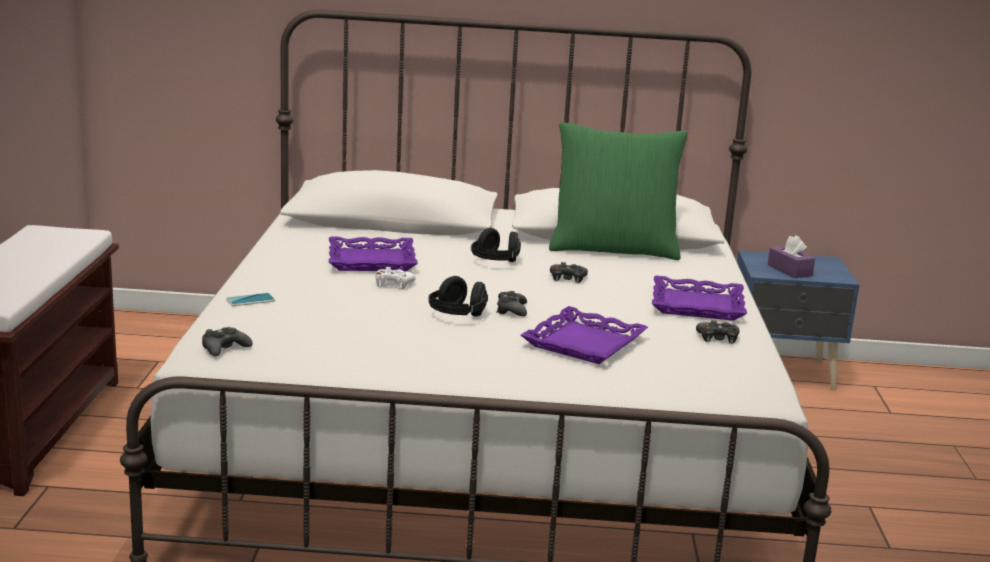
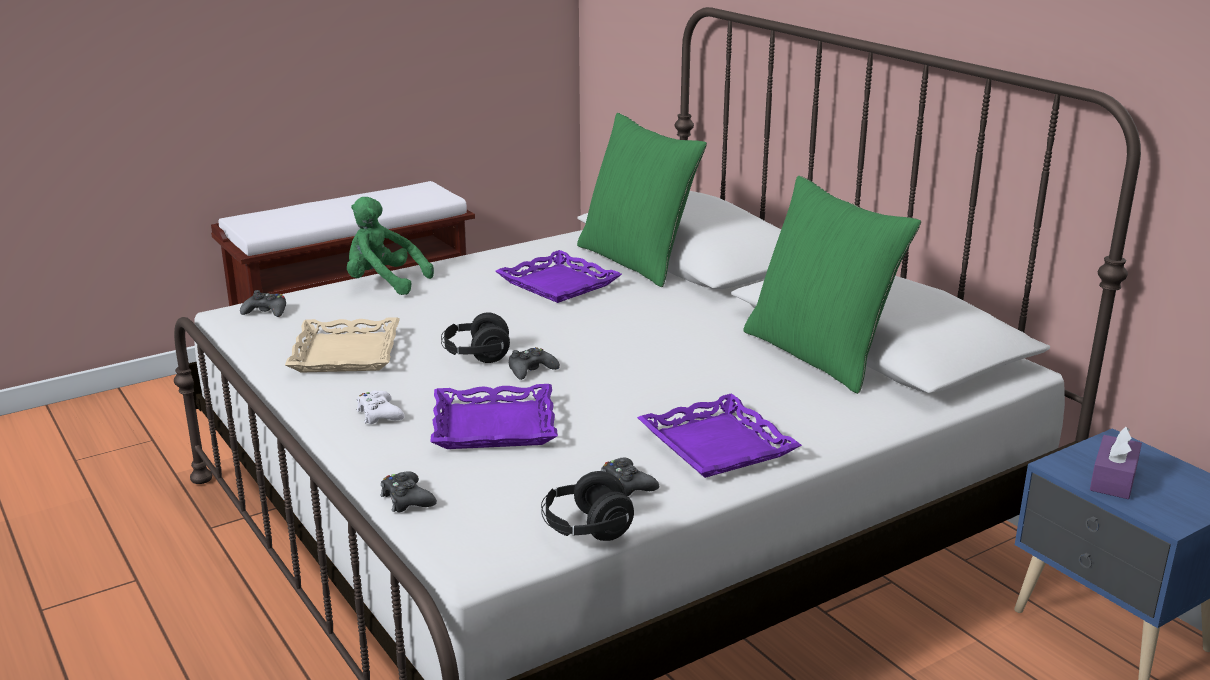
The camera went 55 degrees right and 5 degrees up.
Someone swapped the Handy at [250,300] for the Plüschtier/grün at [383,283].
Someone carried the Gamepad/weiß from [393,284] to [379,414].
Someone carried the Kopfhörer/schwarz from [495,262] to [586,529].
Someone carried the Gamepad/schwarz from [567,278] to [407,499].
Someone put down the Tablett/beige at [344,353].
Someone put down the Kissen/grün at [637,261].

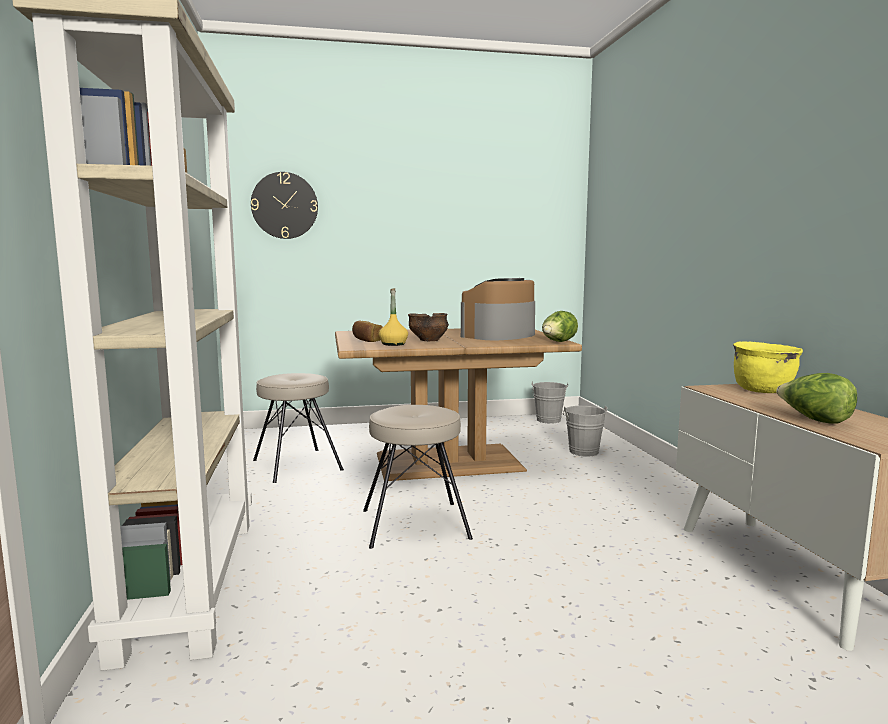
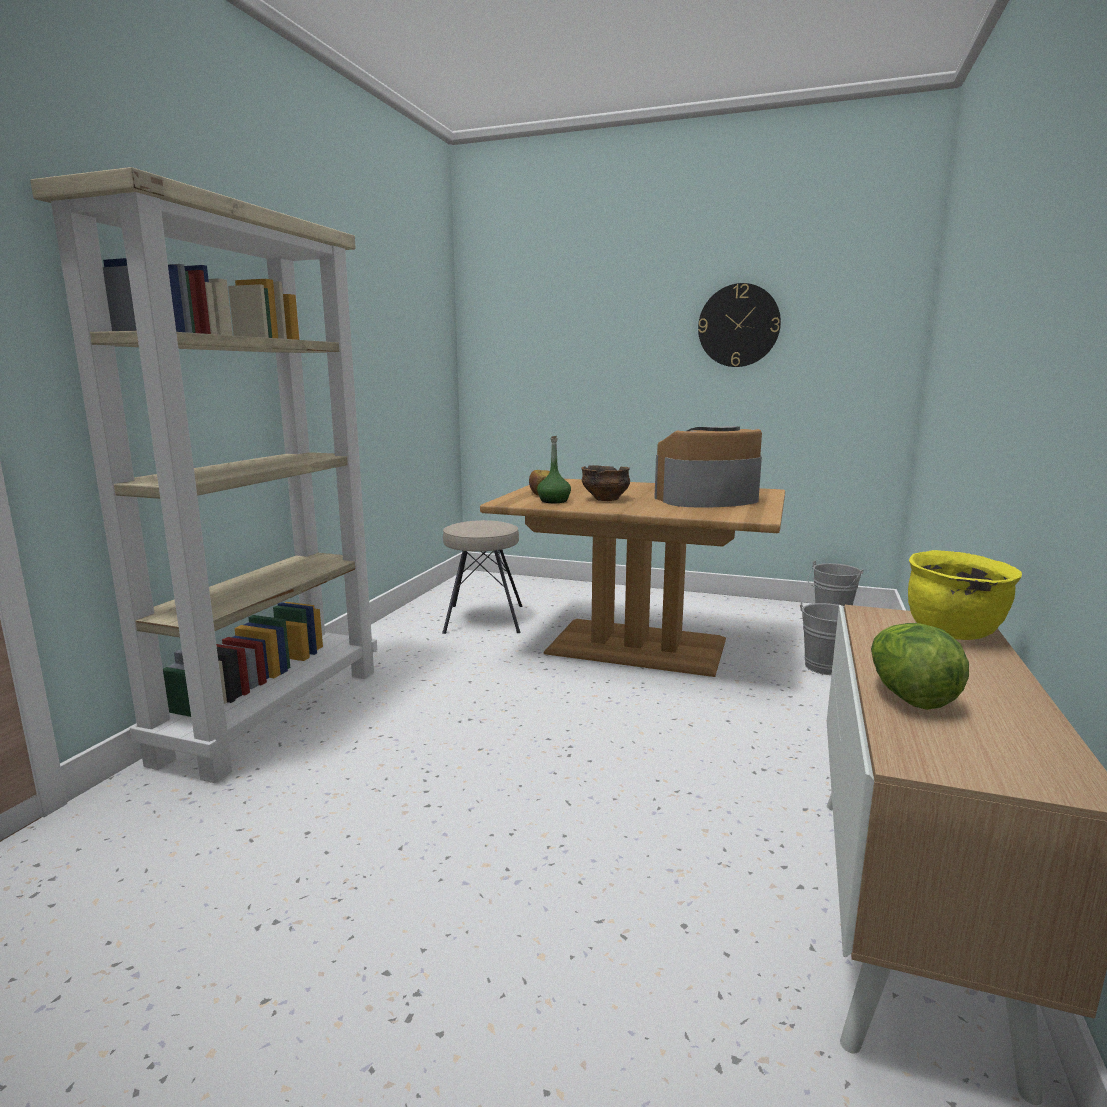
The camera went 30 degrees right and 5 degrees up.
Someone carried the Wanduhr from [284,205] to [738,325].
Someone took away the Hocker/beige at [415,524].
Someone repainted the Flasche/gelb at [393,344], which became the Flasche/grün at [553,501].
Someone took away the Salatkopf at [558,342].

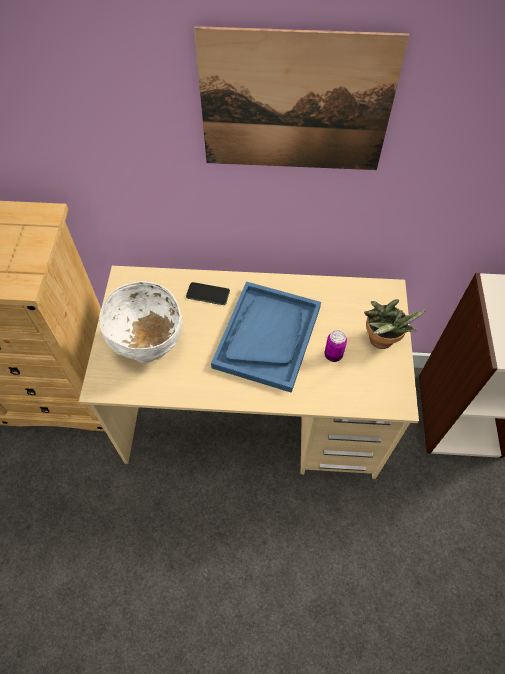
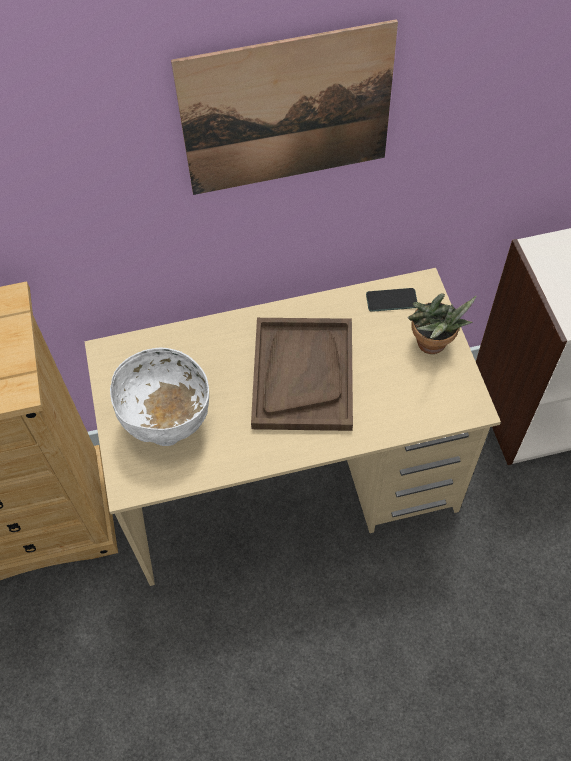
The camera went 15 degrees left and 0 degrees up.
Someone carried the Handy from [208,294] to [391,300].
Someone repainted the Tablett/blau at [267,336], which became the Tablett/braun at [302,375].
Someone took away the Dose at [333,355].

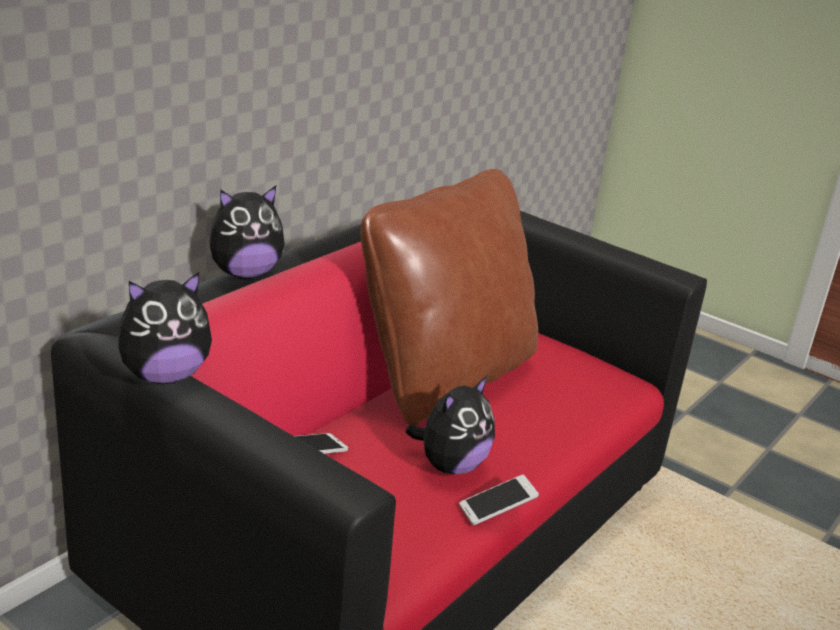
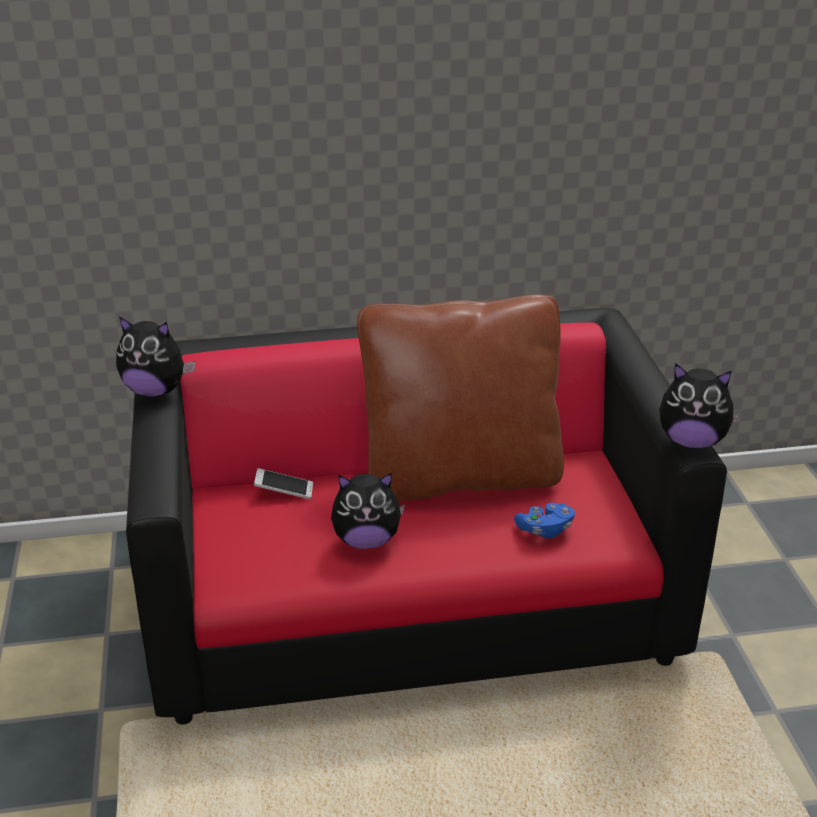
The camera went 45 degrees right and 5 degrees up.
Someone carried the Plüschtier from [245,273] to [692,441].
Someone took away the Handy at [497,509].
Someone put down the Gamepad/blau at [545,530].

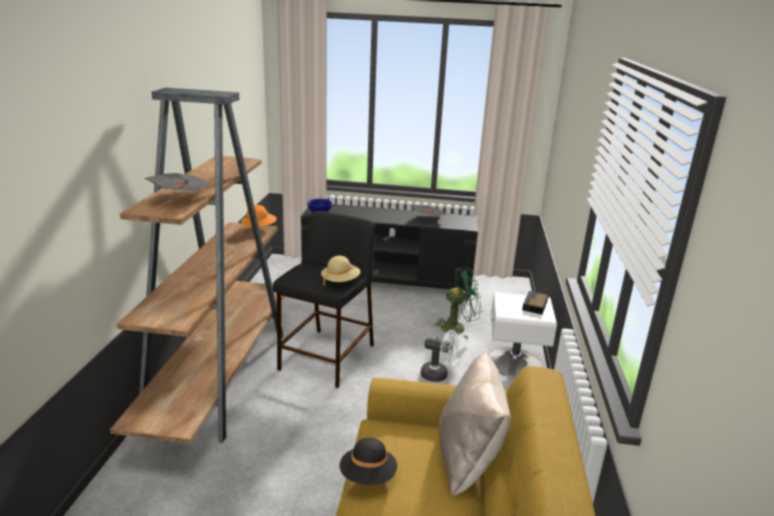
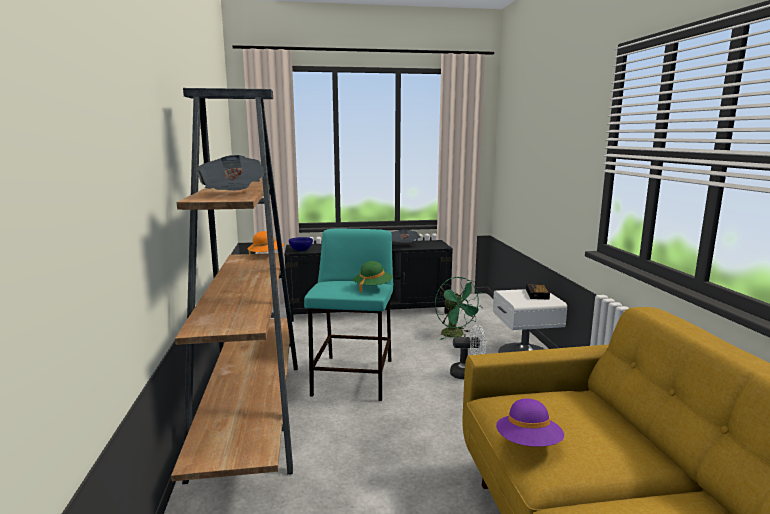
The camera went 15 degrees left and 10 degrees down.
Someone repainted the Hocker/schwarz at [327,358], which became the Hocker/türkis at [353,377].
Someone repainted the Hut/beige at [340,281], which became the Hut/grün at [373,287].
Someone repainted the Hut/schwarz at [368,476], which became the Hut/lila at [528,444].
Someone rotated the Ventilator/grün at [458,327] by 90 degrees clockwise.
Someone took away the Kissen/beige at [468,459].

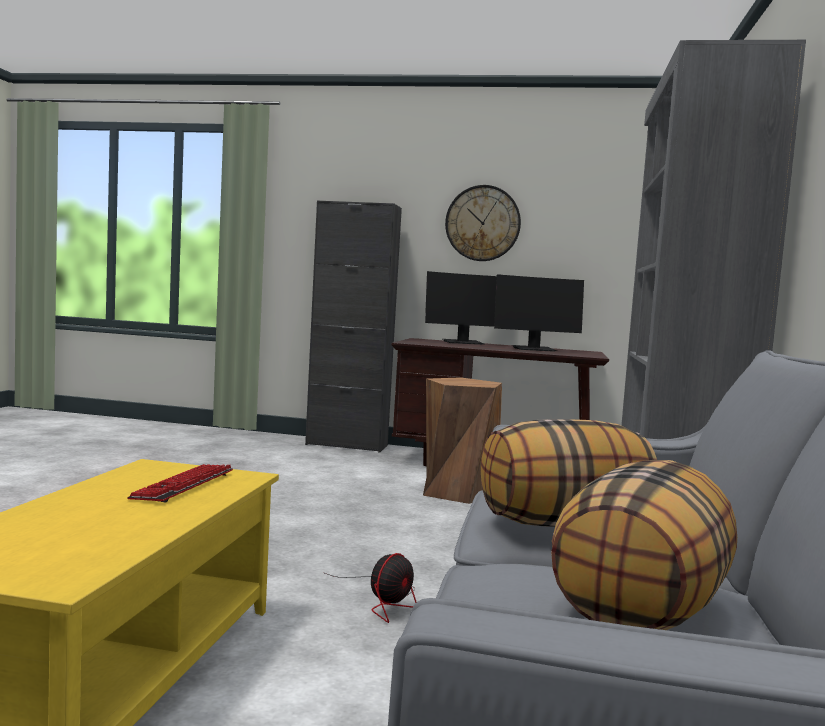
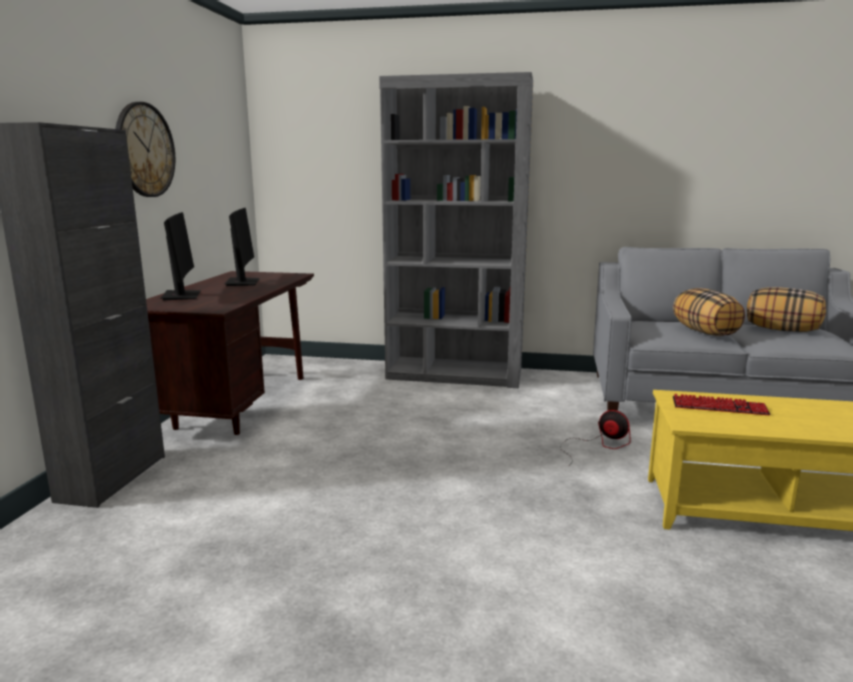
The camera went 90 degrees left and 10 degrees up.
Someone took away the Hocker/braun at [457,492].

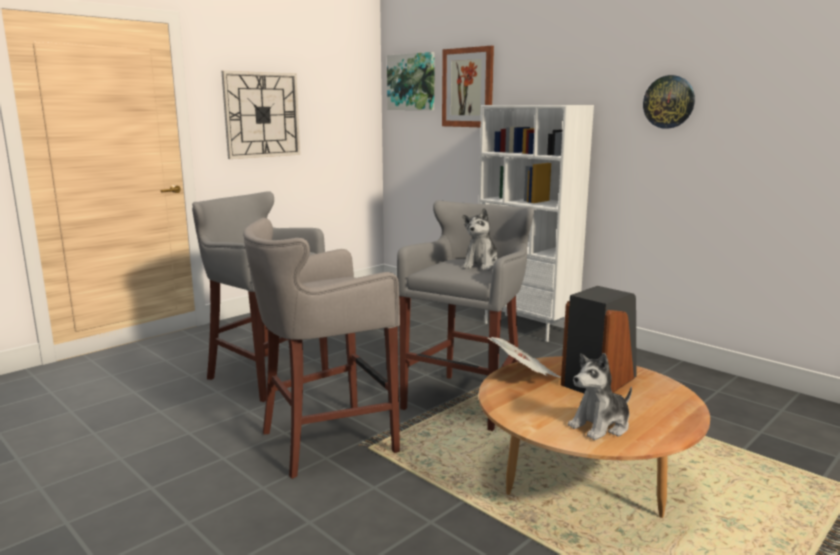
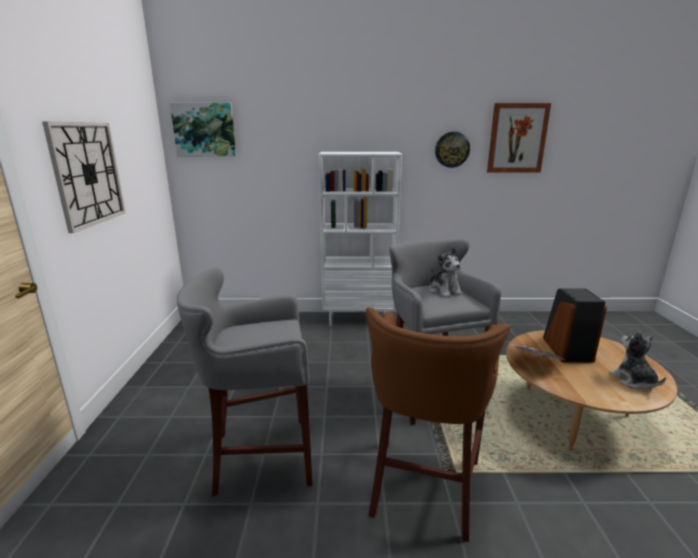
The camera went 45 degrees left and 5 degrees up.
Someone repainted the Hocker/grau at [324,441], which became the Hocker/braun at [423,489].
Someone carried the Bild from [468,87] to [517,138].
Someone rotated the Plüschtier at [600,426] by 150 degrees clockwise.

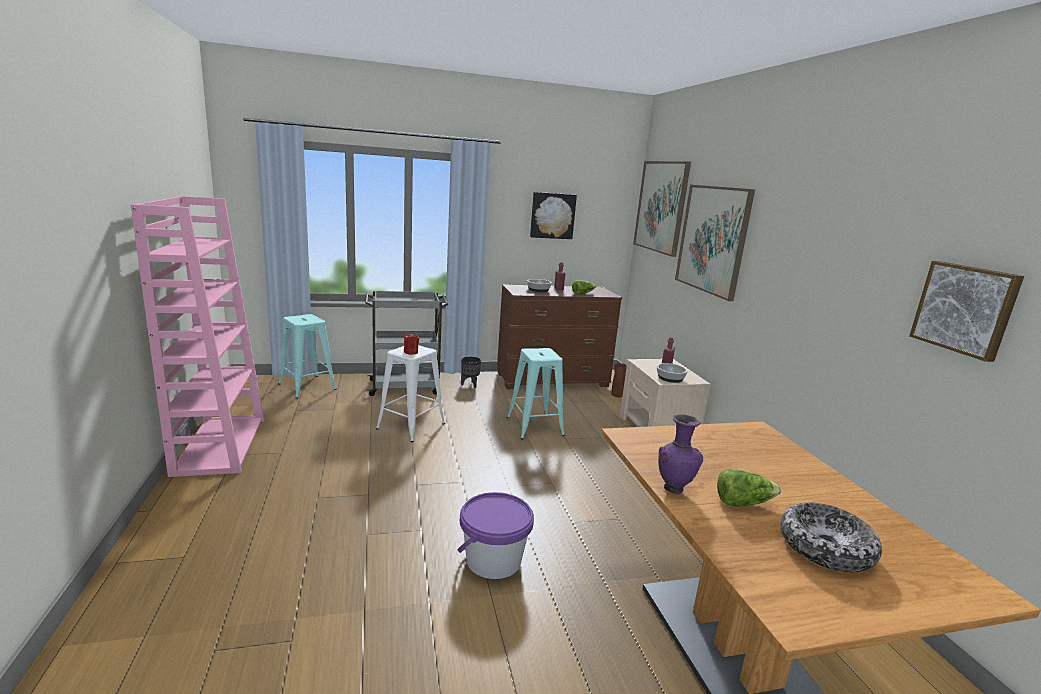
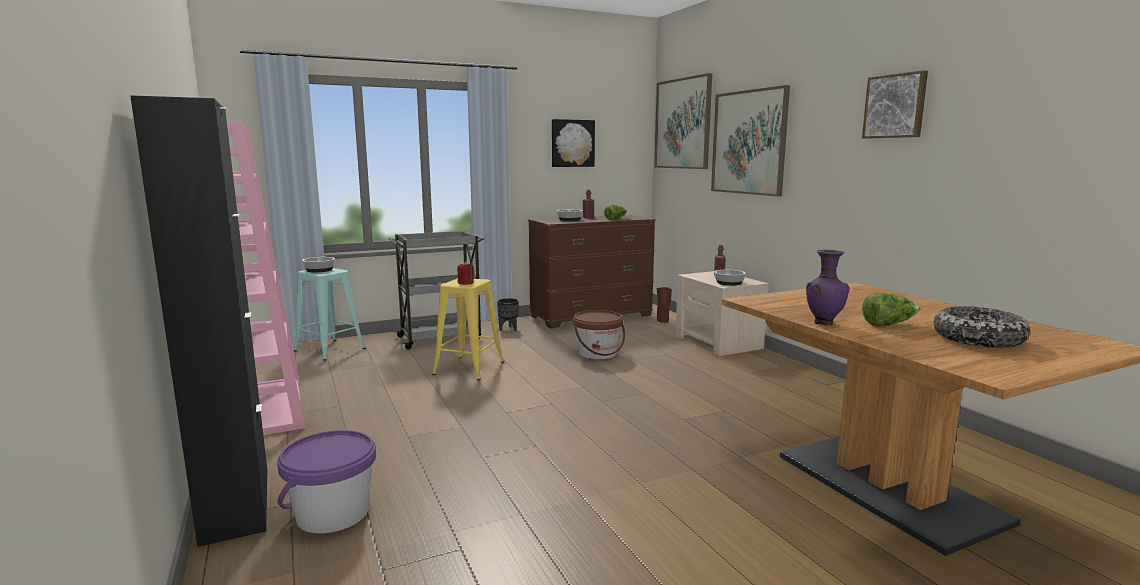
The camera went 10 degrees left and 5 degrees down.
Someone repainted the Hocker/weiß at [411,426], which became the Hocker/gelb at [469,368].
Someone carried the Eimer/lila from [493,560] to [333,513].
Someone swapped the Hocker/türkis at [534,426] for the Eimer/braun at [597,353].
Someone carried the Bild from [965,309] to [895,106].
Someone put down the Schrank/schwarz at [236,505].
Someone put down the Schüssel at [319,270].

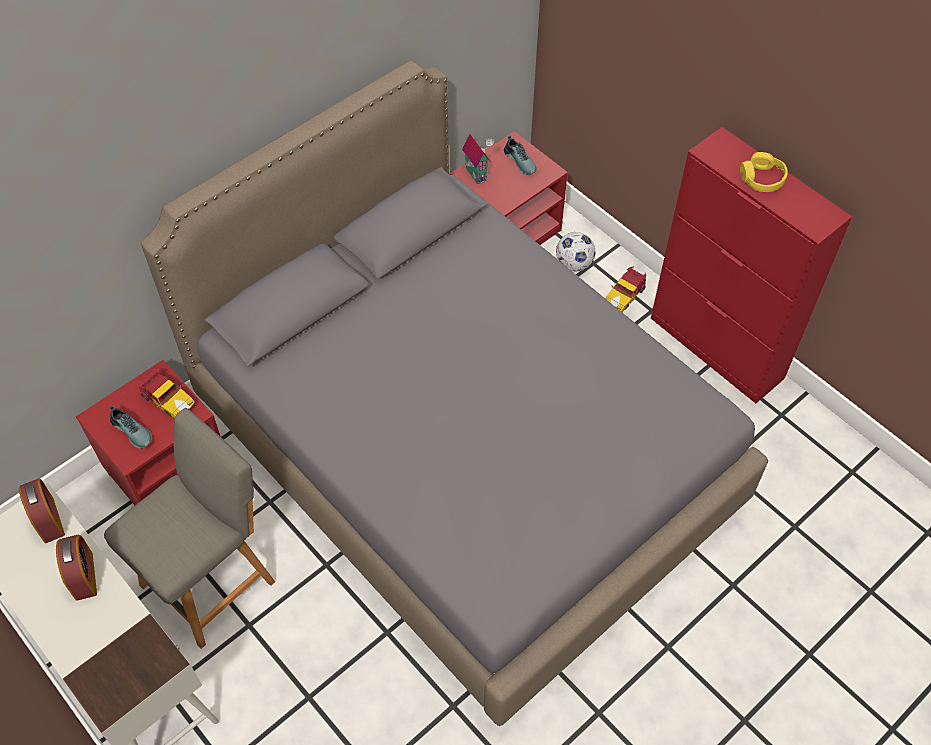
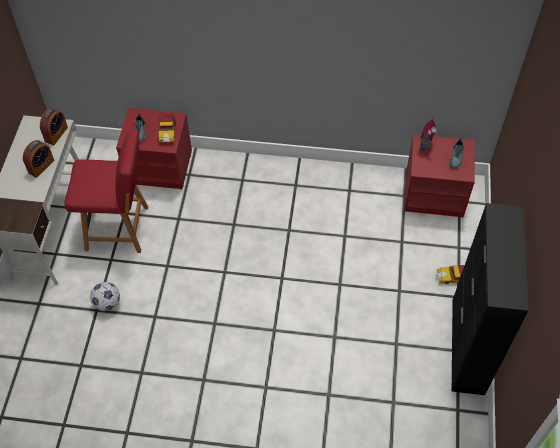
The camera went 50 degrees right and 0 degrees up.
Someone repainted the Stuhl/grau at [211,580], which became the Stuhl/rot at [120,228].
Someone took away the Bett/grau at [464,453].
Someone carried the Fußball from [573,264] to [107,303].
Someone repainted the Schrank/rot at [716,348], which became the Schrank/schwarz at [467,346].
Someone took away the Kopfhörer/gelb at [762,178].

